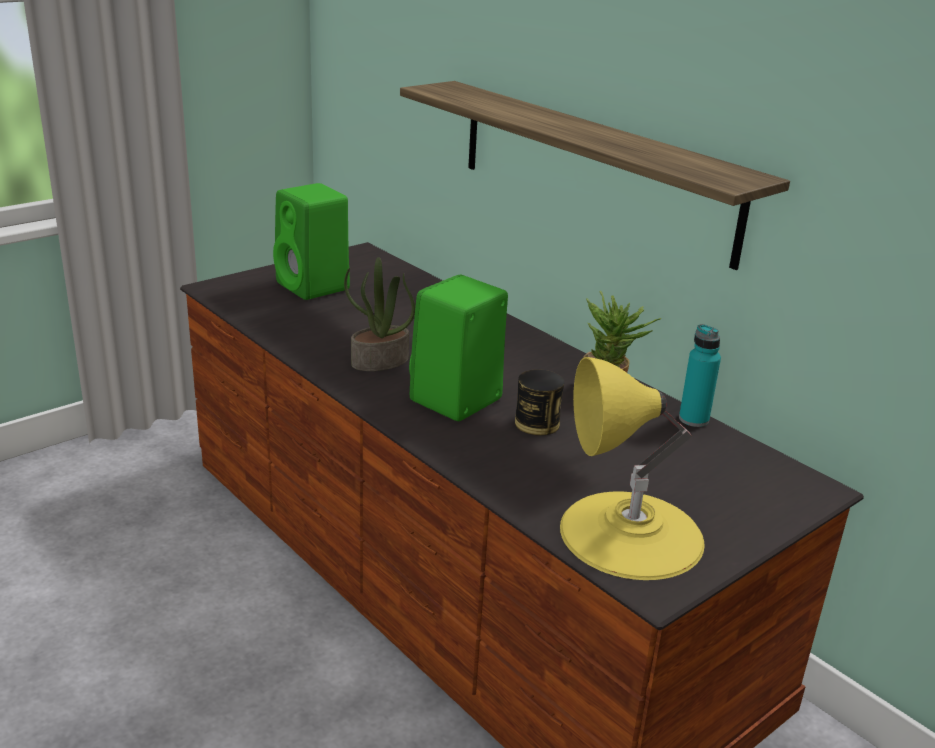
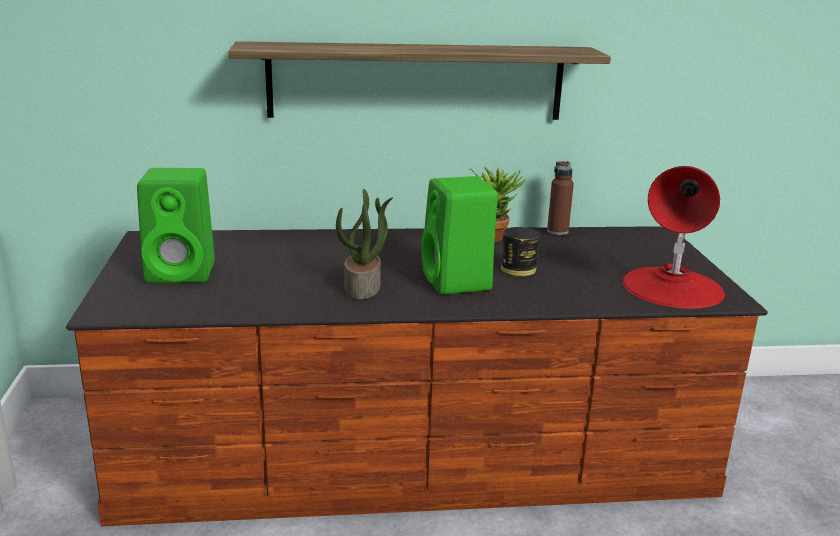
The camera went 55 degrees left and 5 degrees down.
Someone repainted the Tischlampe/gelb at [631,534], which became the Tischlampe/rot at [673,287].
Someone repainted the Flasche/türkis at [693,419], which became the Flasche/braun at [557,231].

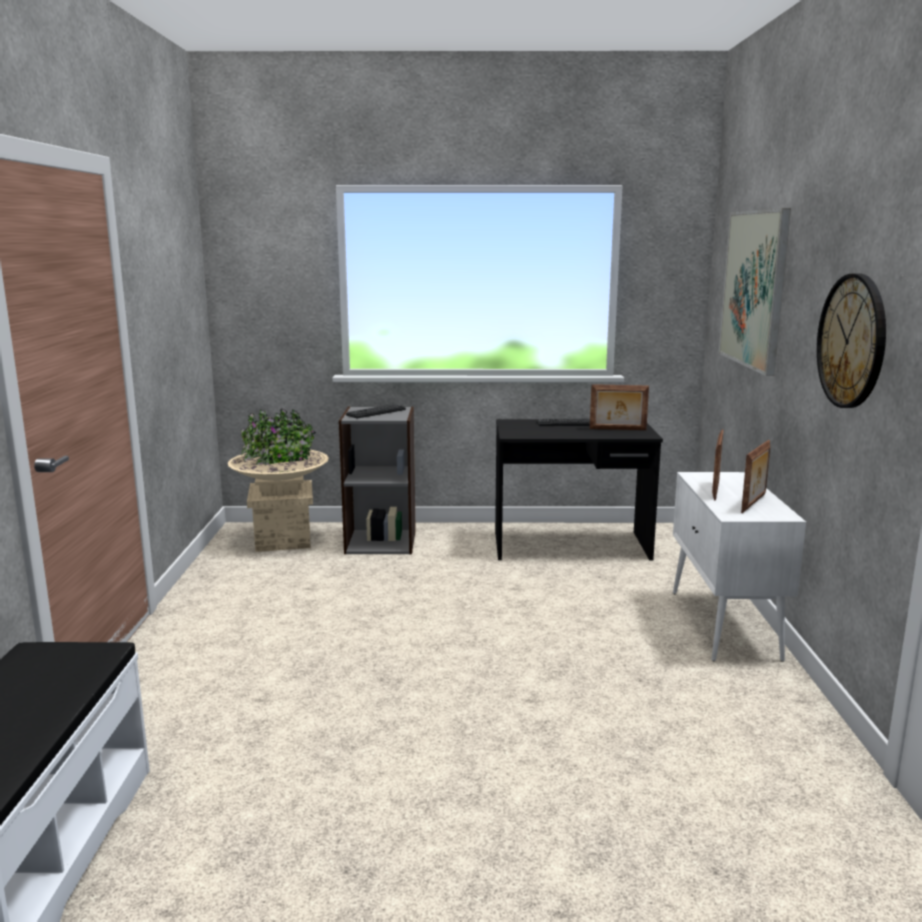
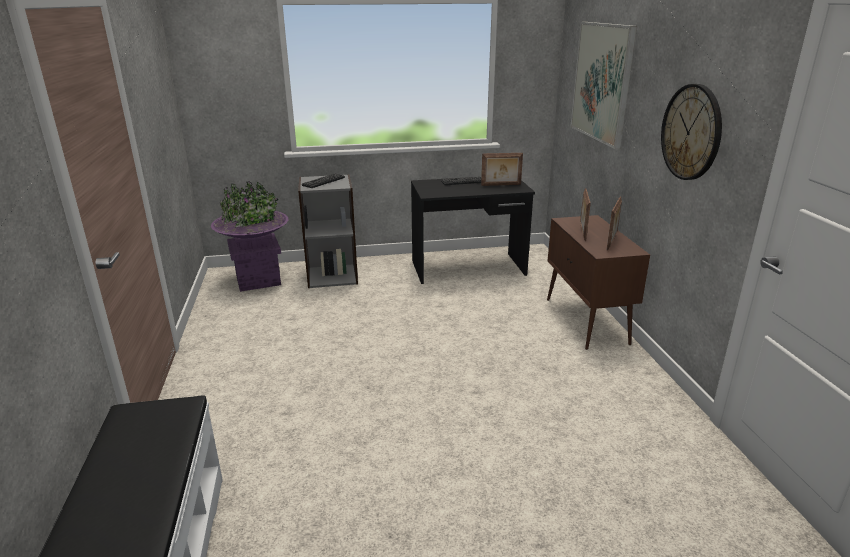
The camera went 10 degrees left and 10 degrees up.
Someone repainted the Pflanzkübel/beige at [283,540], which became the Pflanzkübel/lila at [258,280].
Someone repainted the Schrank/weiß at [724,625], which became the Schrank/braun at [586,321].

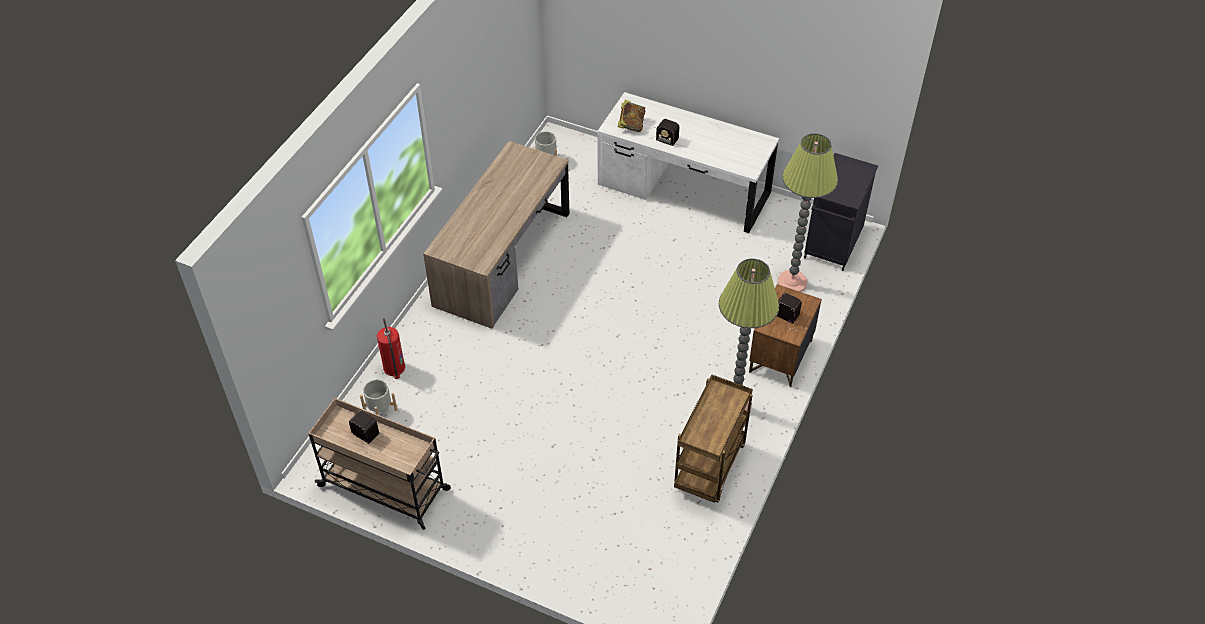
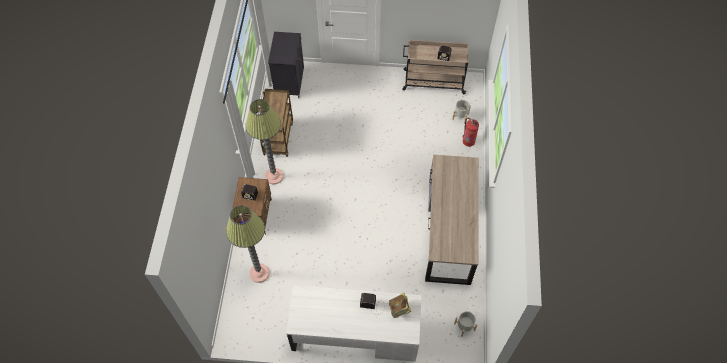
The camera went 160 degrees right and 10 degrees up.
Someone carried the Schrank/schwarz from [832,244] to [289,81].

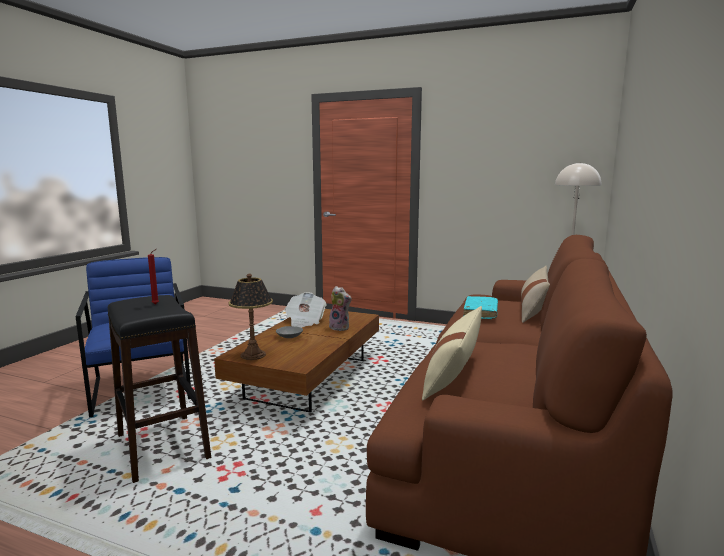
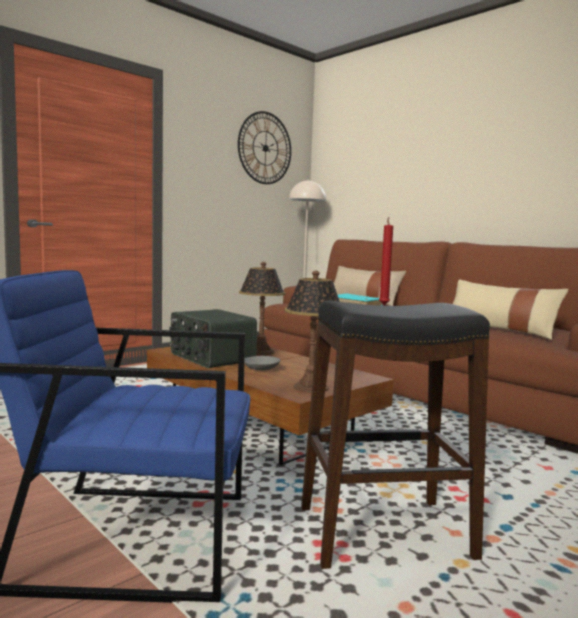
The camera went 65 degrees left and 5 degrees down.
Someone swapped the Zeitung at [304,321] for the Radio at [210,358].
Someone swapped the Plüschtier at [340,327] for the Tischlampe at [260,352].
Someone put up the Wanduhr at [265,148].

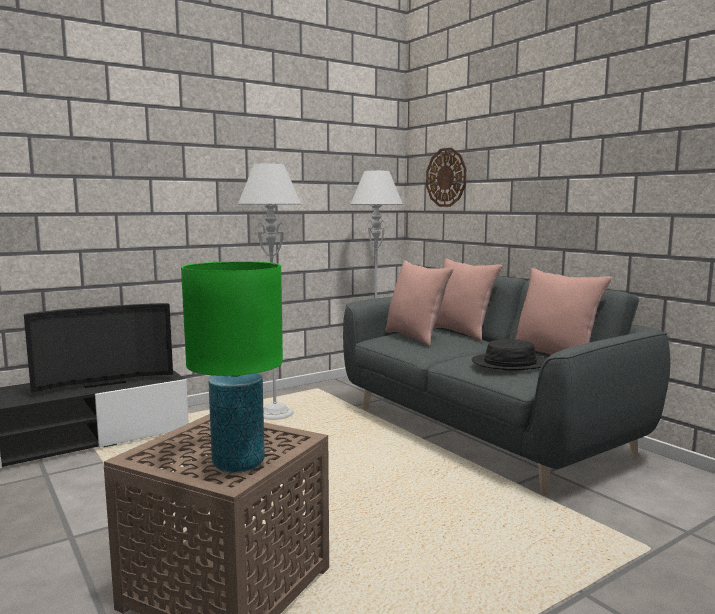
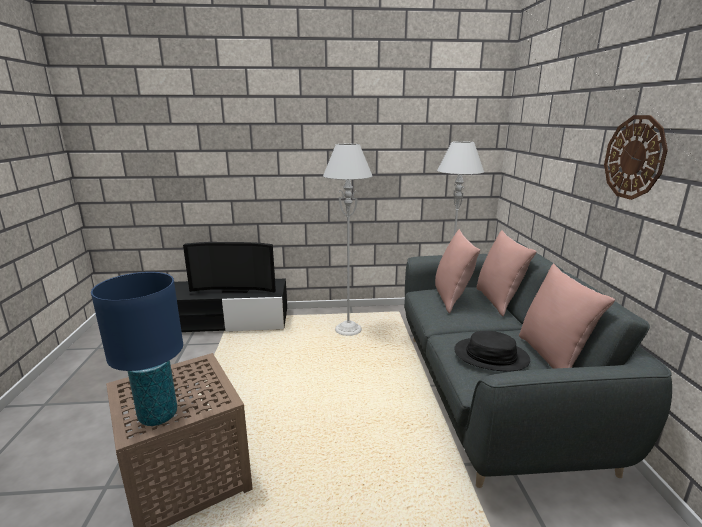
The camera went 30 degrees right and 10 degrees up.
Someone repainted the Tischlampe/grün at [239,464], which became the Tischlampe/blau at [158,415].
Someone carried the Wanduhr from [446,177] to [634,157].

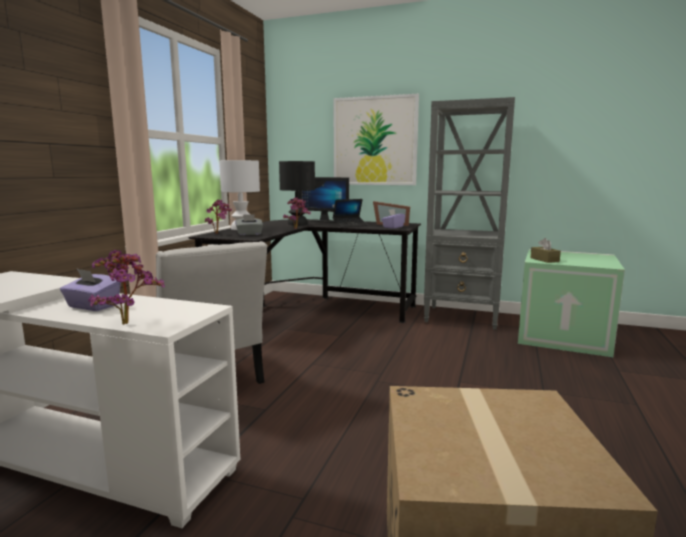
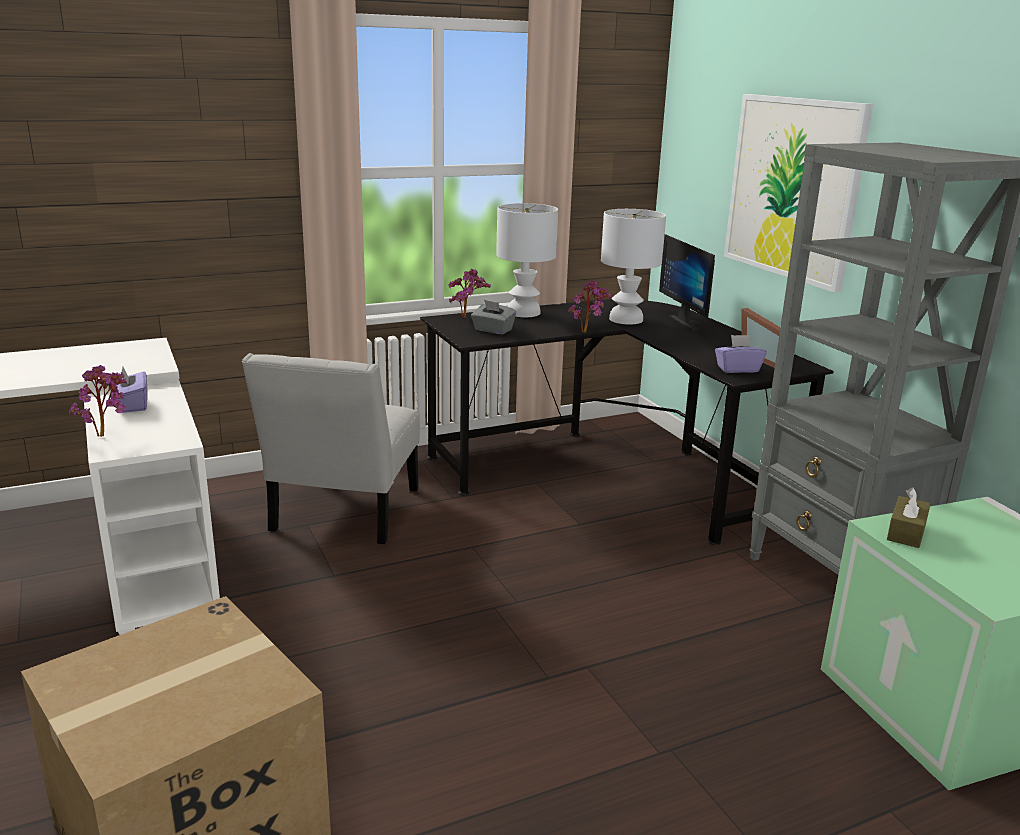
The camera went 45 degrees right and 10 degrees up.
Someone repainted the Tischlampe/schwarz at [298,224], which became the Tischlampe/weiß at [627,319].
Someone took away the Laptop at [350,225].

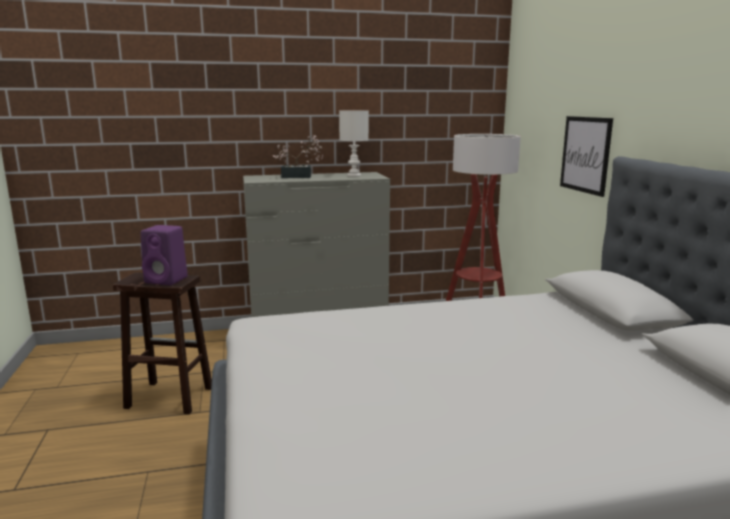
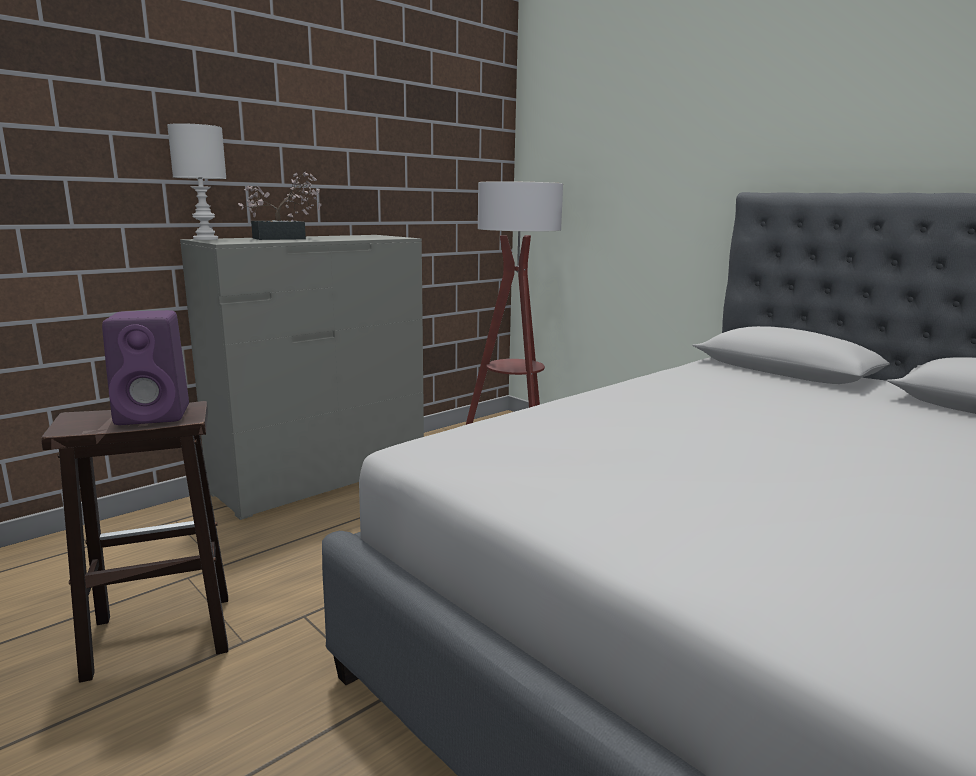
The camera went 30 degrees left and 0 degrees up.
Someone carried the Tischlampe/weiß from [353,175] to [204,239].
Someone took away the Bild at [585,154].

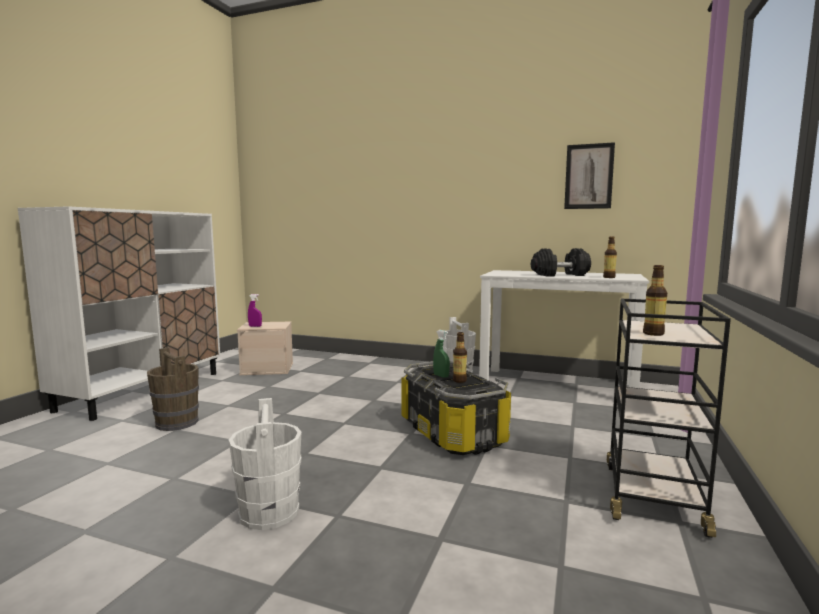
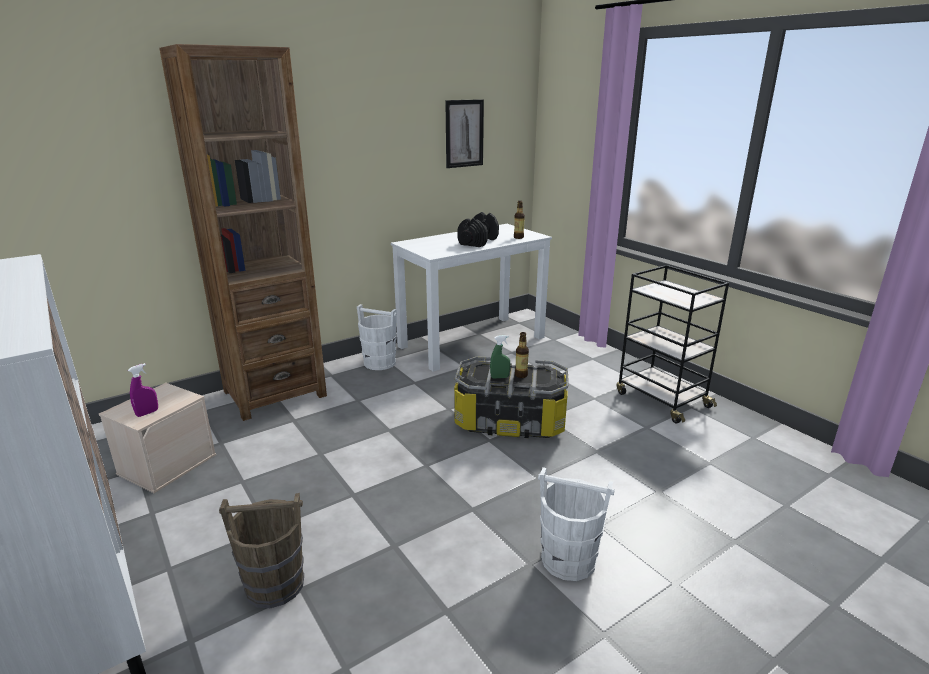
The camera went 55 degrees left and 15 degrees up.
Someone took away the Flasche at [653,334].
Someone put down the Bücherregal/braun at [274,393].

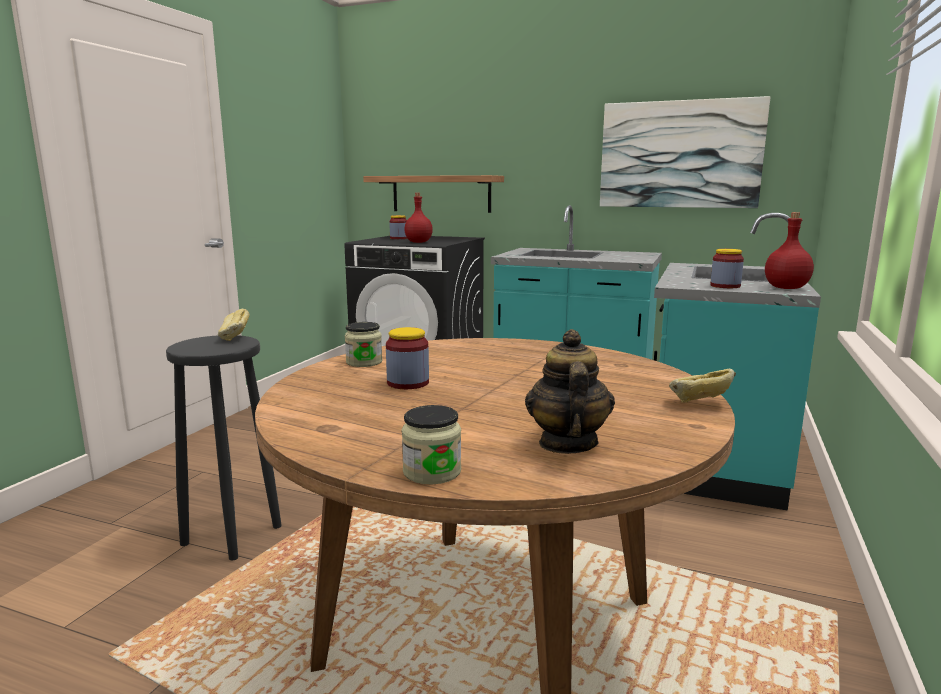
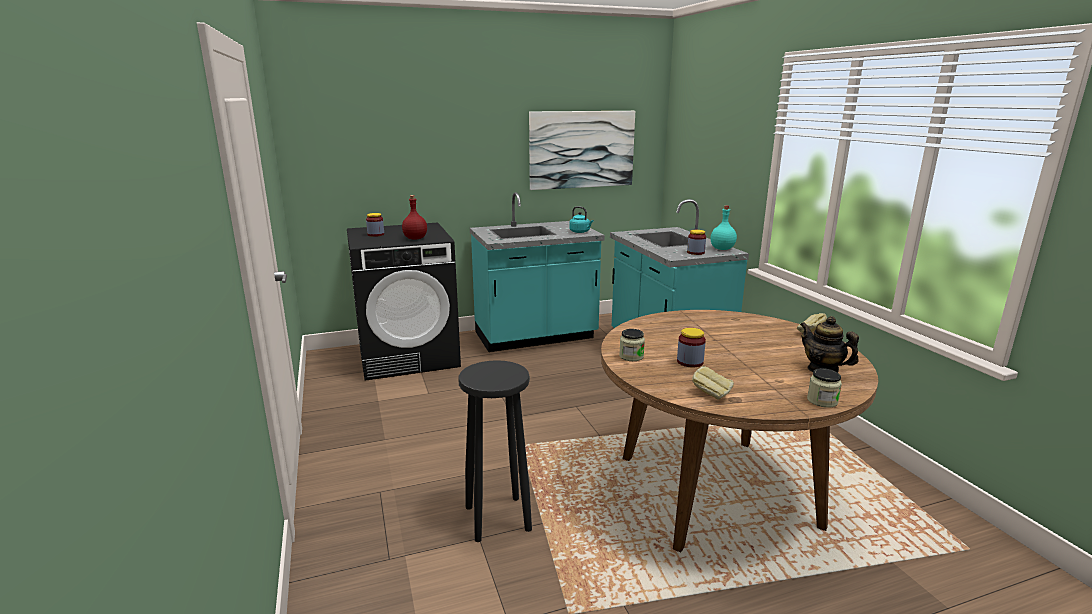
The camera went 40 degrees left and 5 degrees up.
Someone carried the Brot from [235,338] to [711,394].
Someone took away the Wandregal at [441,194].
Someone repainted the Flasche/rot at [785,288], which became the Flasche/türkis at [722,249].
Someone put down the Wasserkessel/türkis at [580,232].

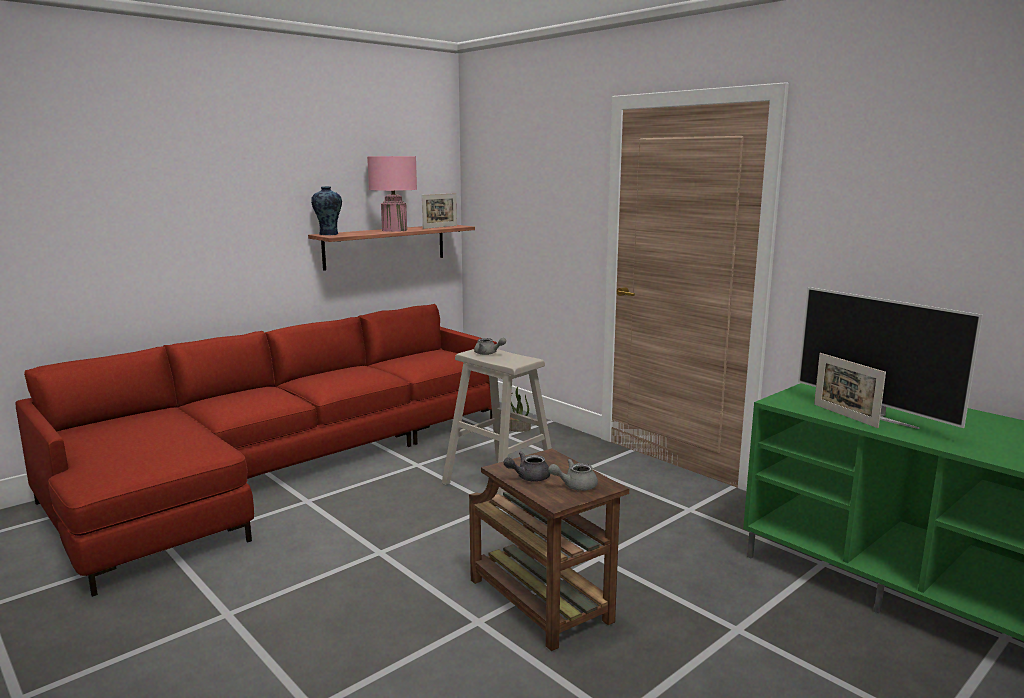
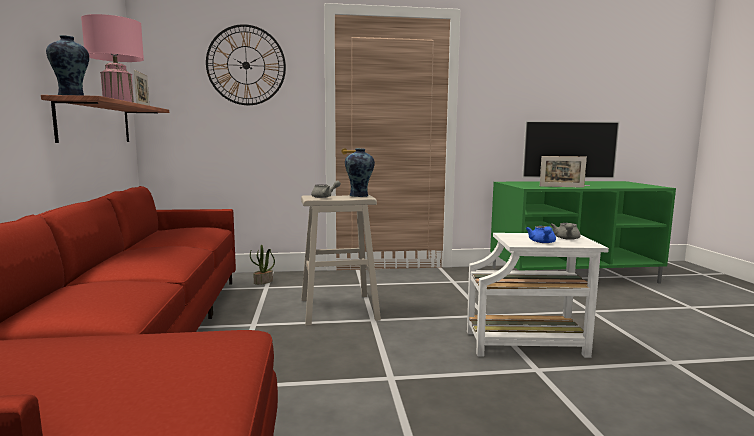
The camera went 55 degrees left and 5 degrees down.
Someone repainted the Beistelltisch/braun at [542,603], which became the Beistelltisch/weiß at [528,344].
Someone repainted the Teekanne/grau at [528,477], which became the Teekanne/blau at [542,242].
Someone put up the Wanduhr at [246,65].
Someone put down the Vase at [359,196].

